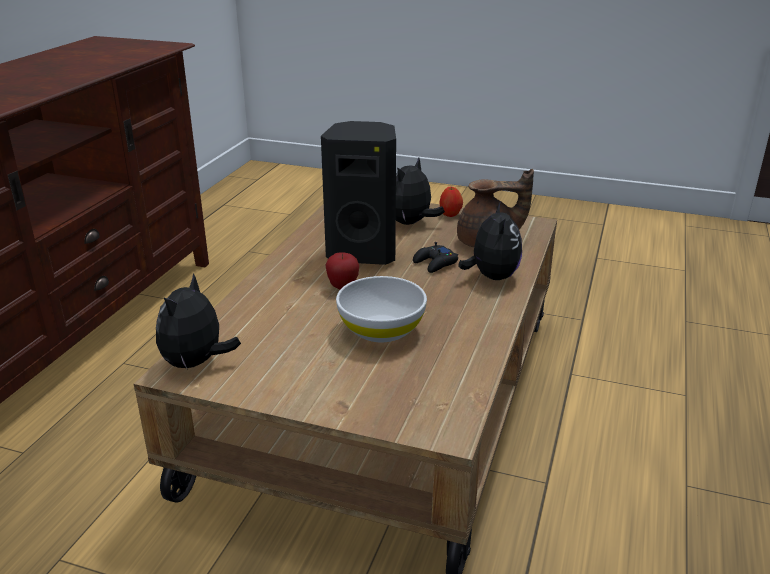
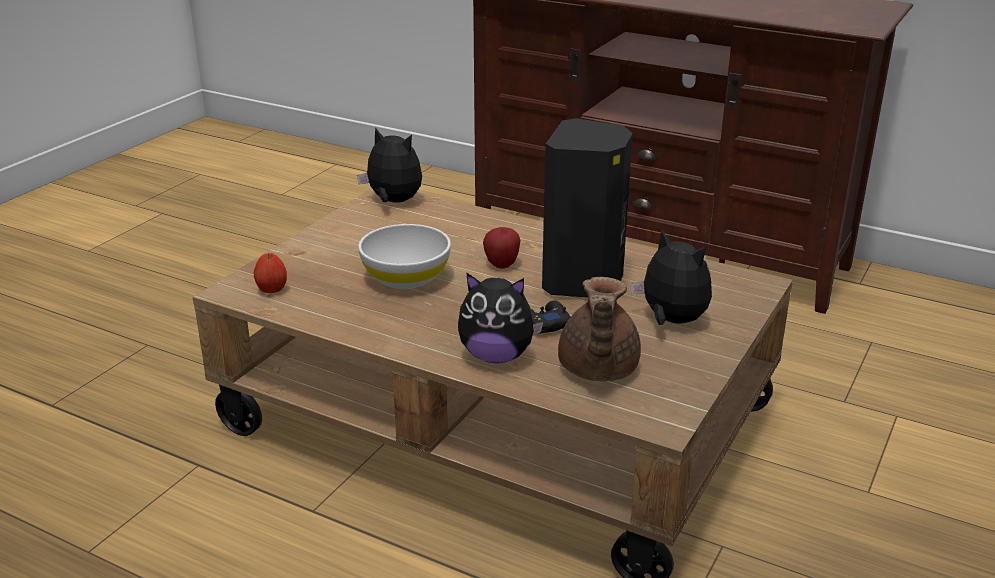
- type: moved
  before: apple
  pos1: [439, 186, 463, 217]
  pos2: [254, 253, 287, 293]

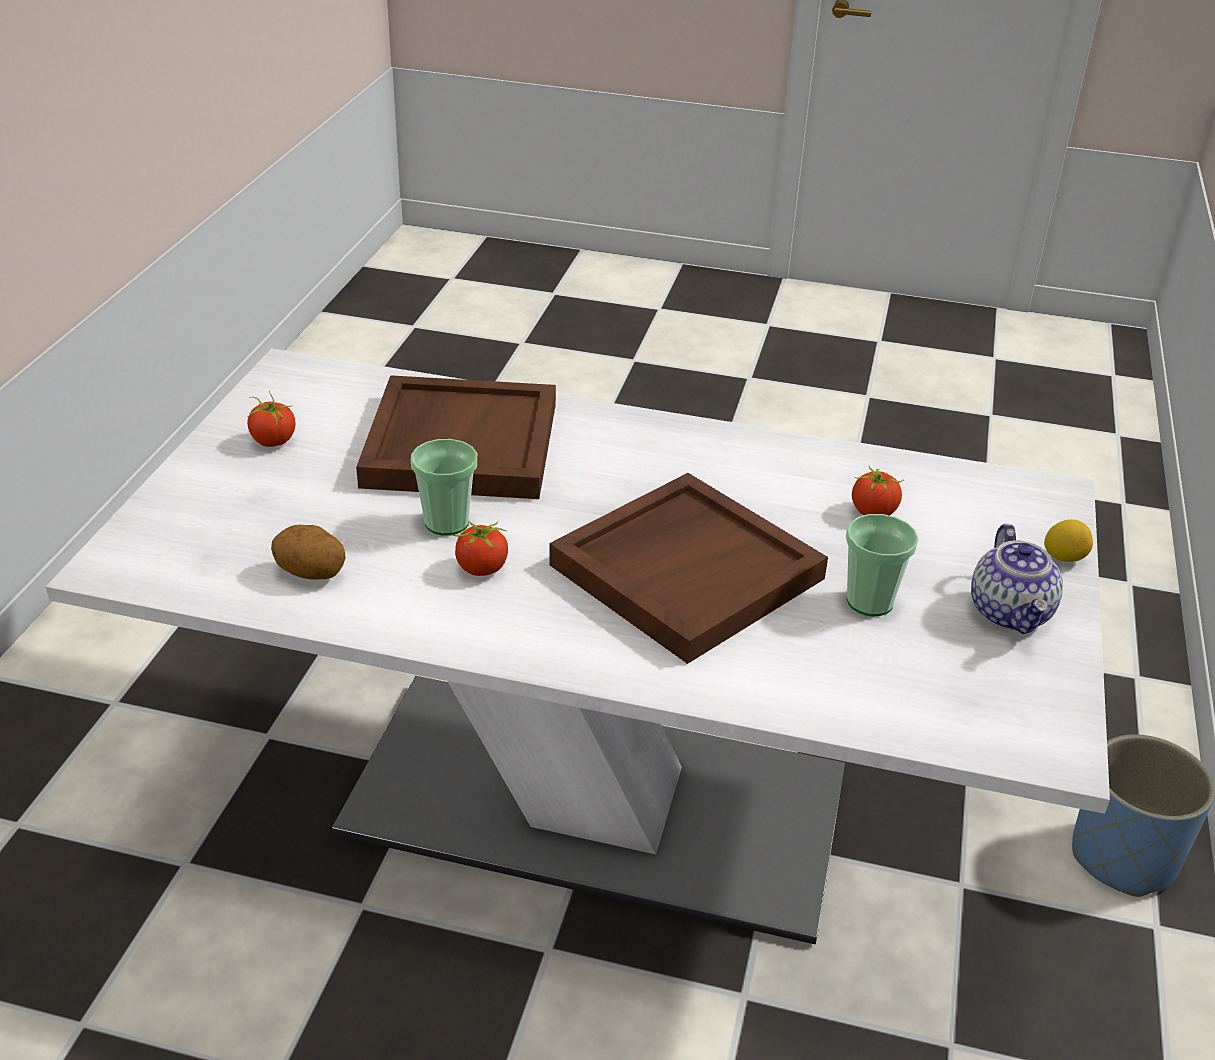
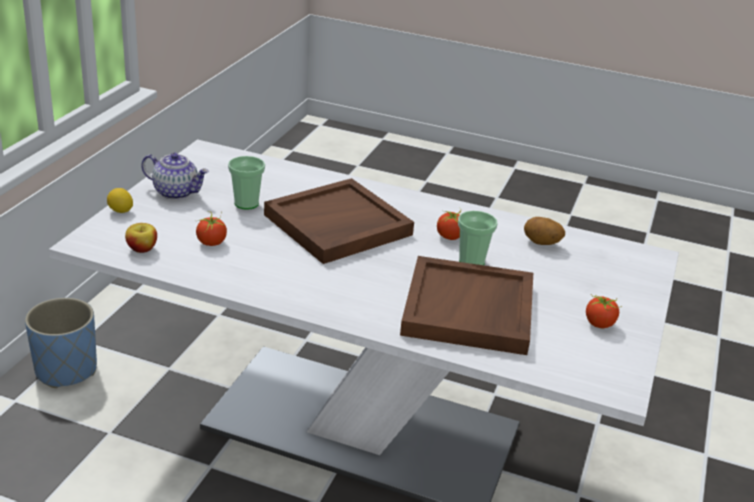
- type: turned
  before: teapot
  pos1: [971, 524, 1063, 634]
  pos2: [141, 153, 209, 200]
  turn: 105
- type: added
  after: apple
  pos2: [125, 223, 157, 253]

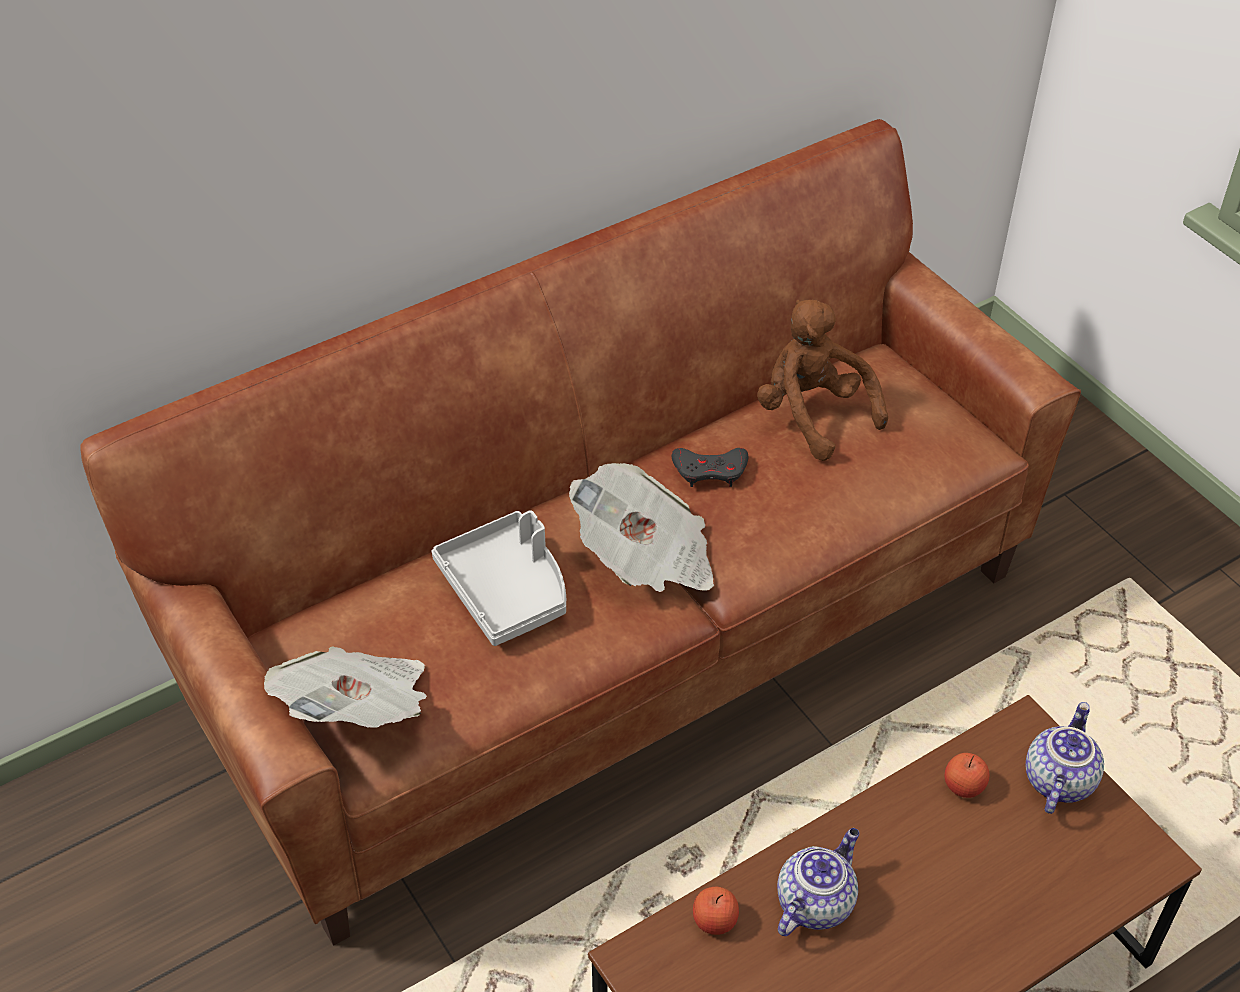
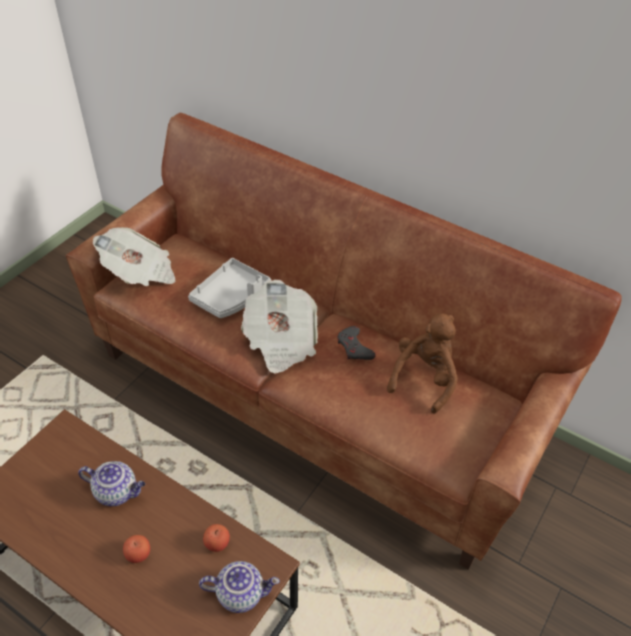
- type: moved
  before: apple
  pos1: [693, 887, 739, 935]
  pos2: [123, 535, 150, 563]

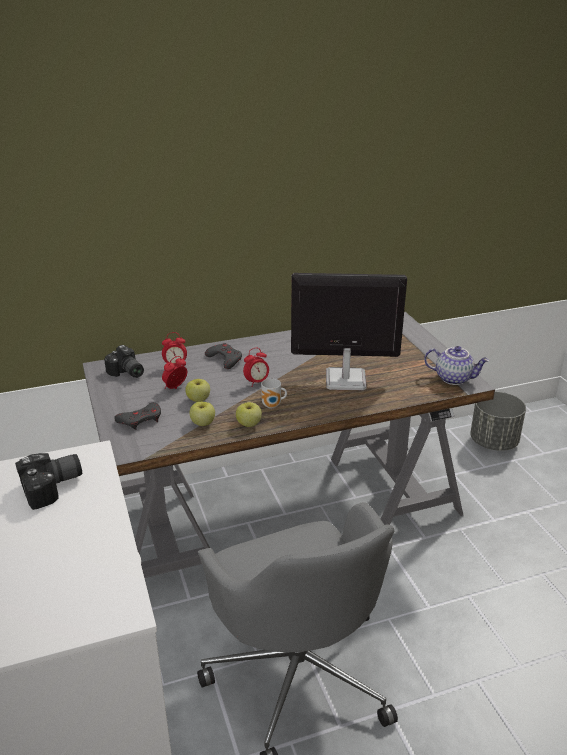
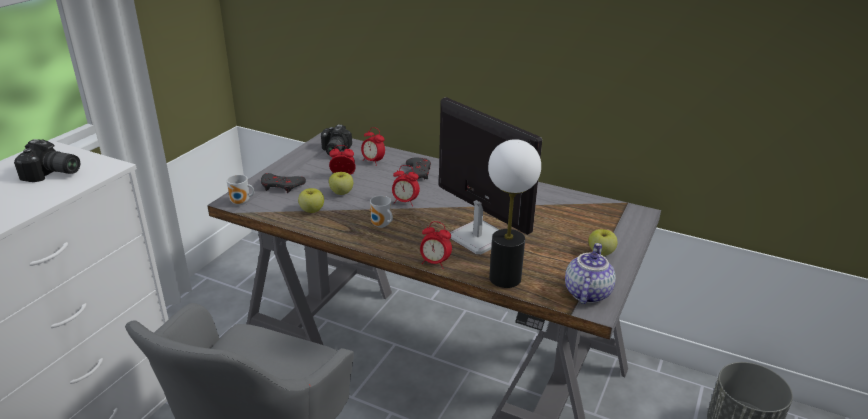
- type: turned
  before: teapot
  pos1: [424, 346, 489, 385]
  pos2: [565, 243, 616, 304]
  turn: -135
- type: moved
  before: apple
  pos1: [236, 402, 262, 427]
  pos2: [588, 229, 618, 256]
- type: added
  after: table lamp
  pos2: [488, 139, 541, 288]
- type: added
  after: mug
  pos2: [227, 175, 255, 205]
- type: added
  after: alarm clock
  pos2: [420, 221, 452, 269]

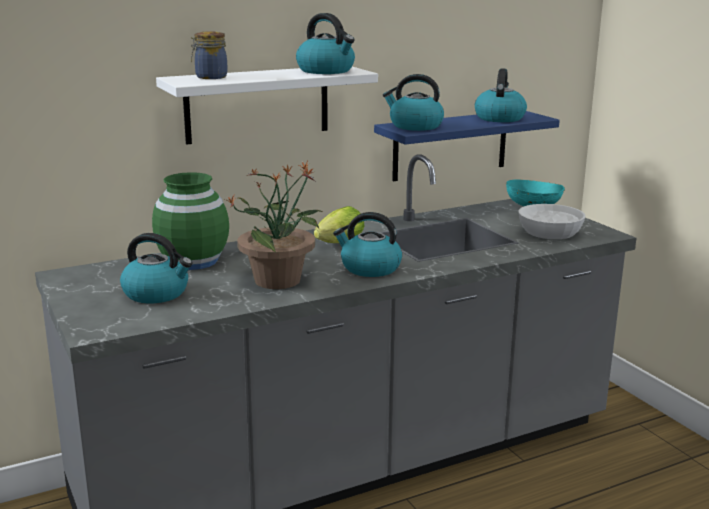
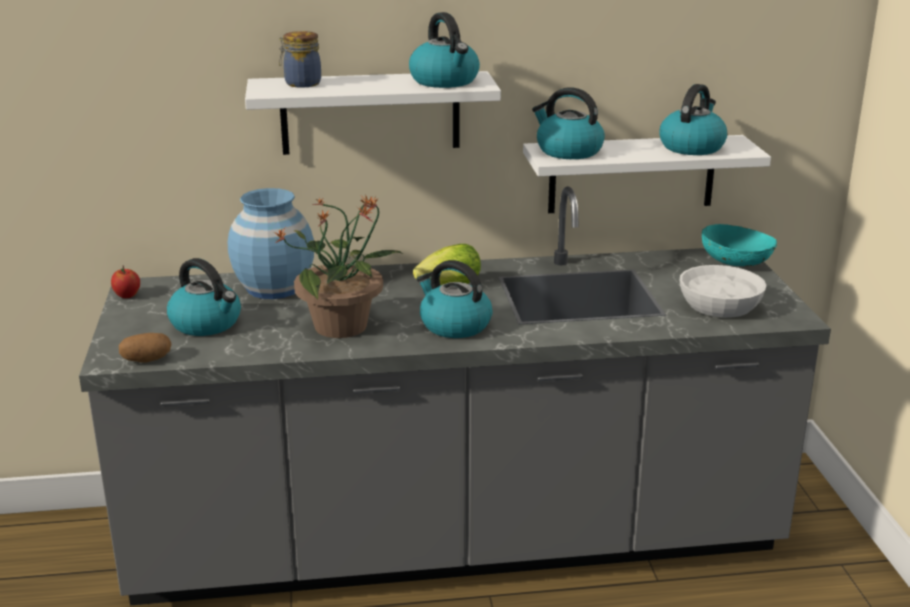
- type: recoloured
  before: blue shelf
  after: white shelf
  pos1: [374, 111, 560, 181]
  pos2: [523, 135, 771, 213]
- type: recoloured
  before: green vase
  after: blue vase
  pos1: [152, 172, 229, 270]
  pos2: [228, 188, 314, 299]
- type: added
  after: apple
  pos2: [111, 266, 140, 298]
- type: added
  after: potato
  pos2: [119, 333, 171, 362]

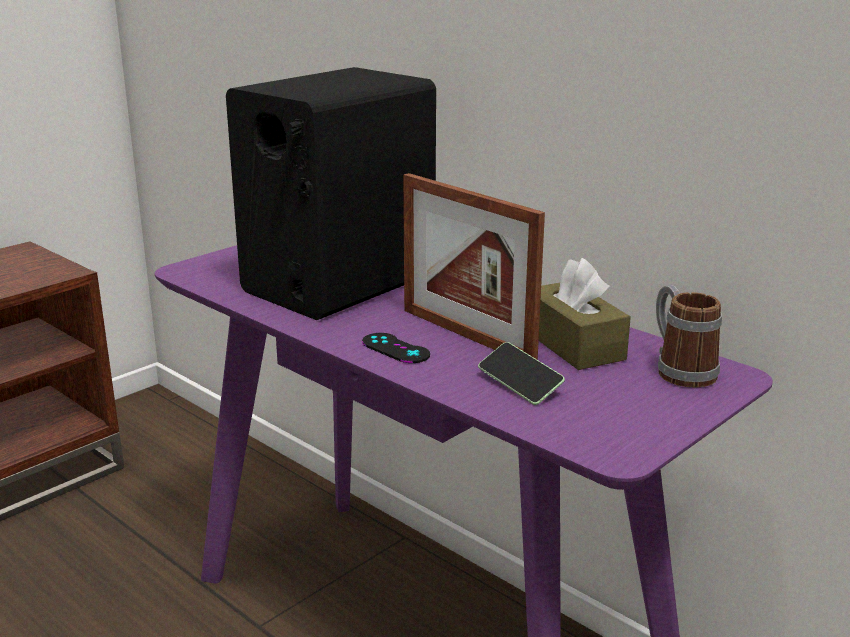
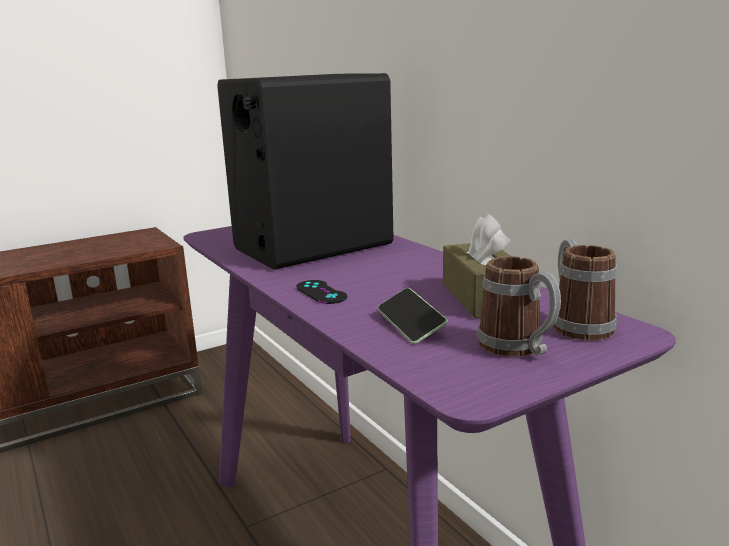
- type: removed
  before: picture frame
  pos1: [403, 173, 545, 360]
- type: added
  after: mug
  pos2: [477, 256, 561, 357]

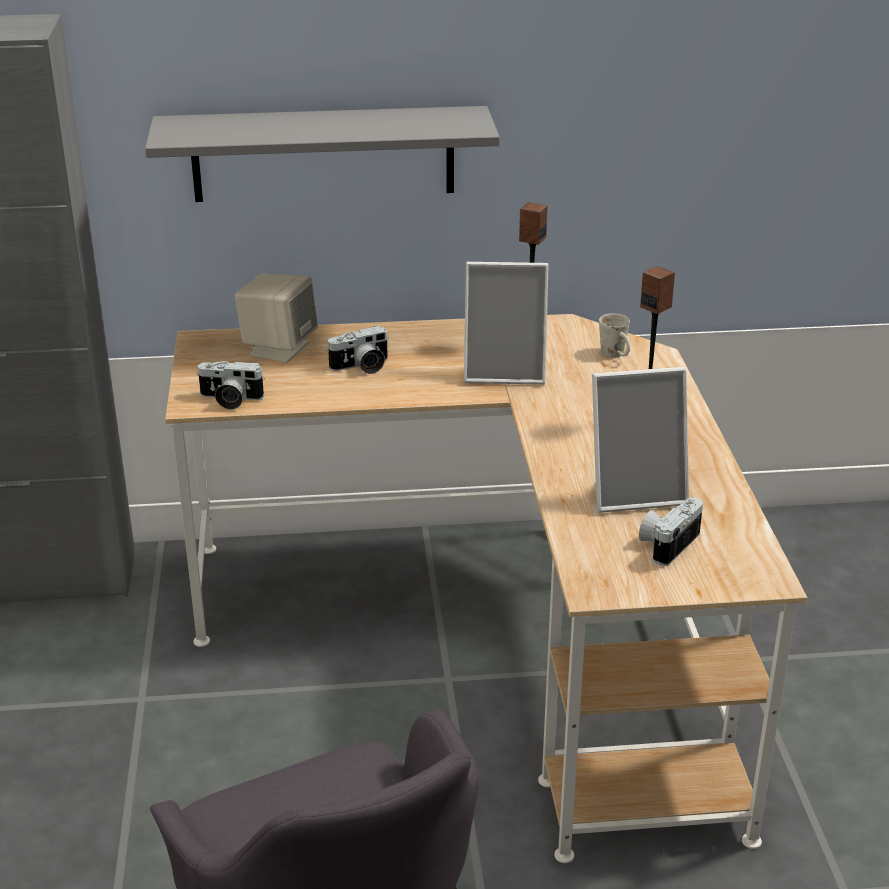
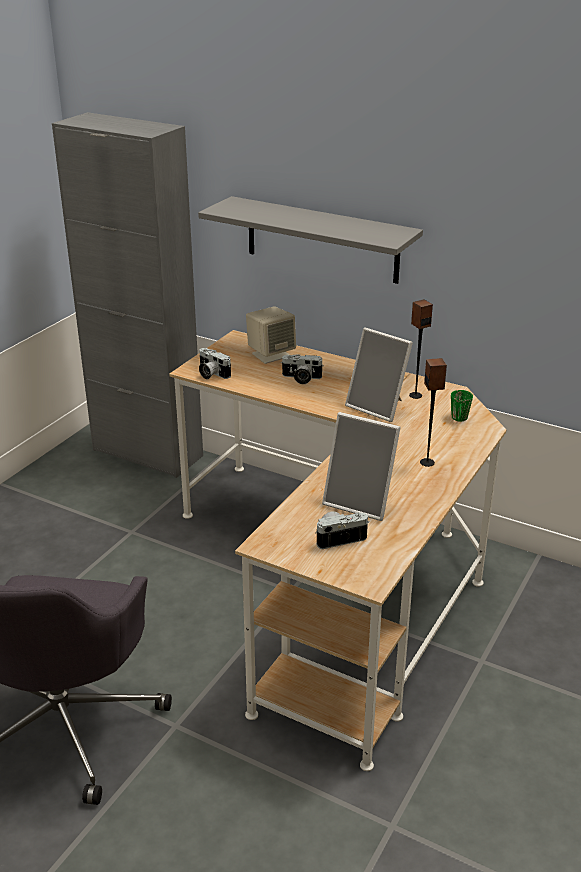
- type: recoloured
  before: white mug
  after: green mug
  pos1: [599, 313, 630, 358]
  pos2: [451, 390, 473, 422]

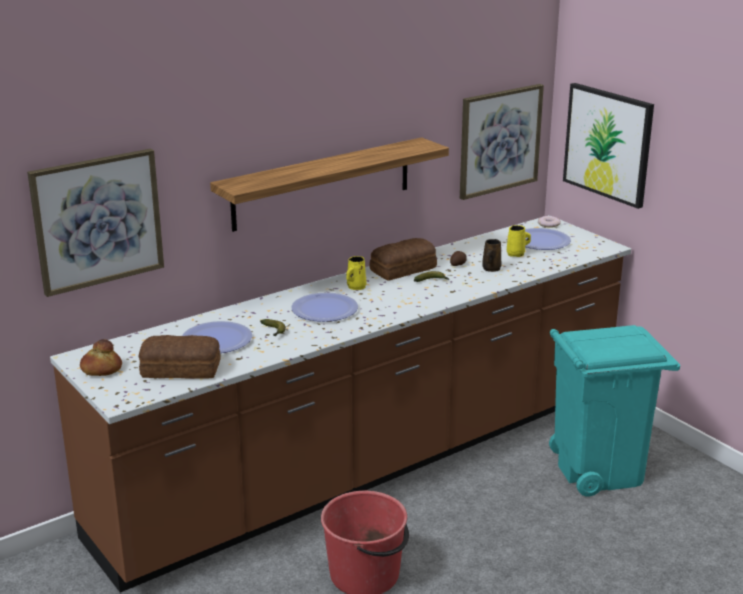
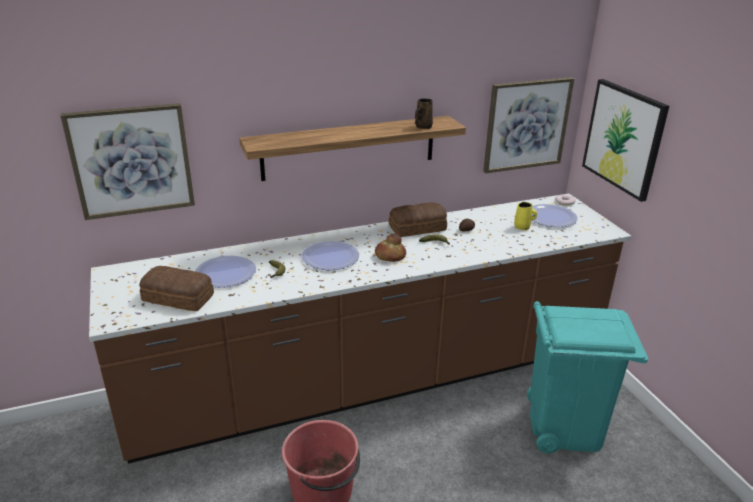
- type: moved
  before: brown mug
  pos1: [482, 239, 501, 272]
  pos2: [415, 98, 433, 129]
- type: removed
  before: yellow mug
  pos1: [346, 256, 367, 290]
- type: moved
  before: bread
  pos1: [80, 339, 122, 376]
  pos2: [375, 233, 406, 262]

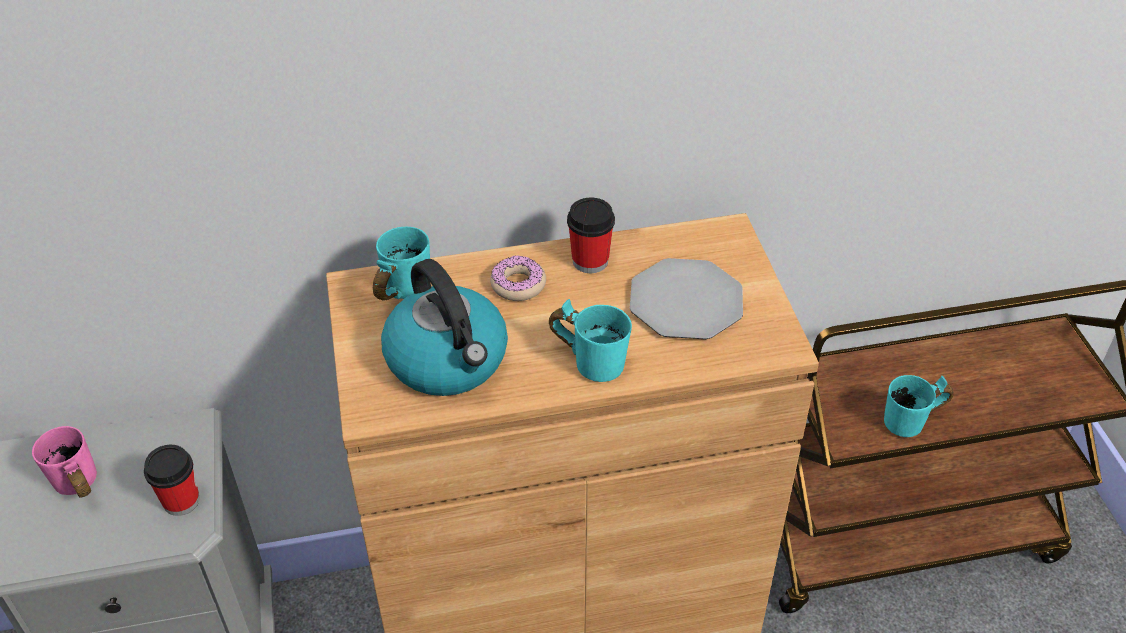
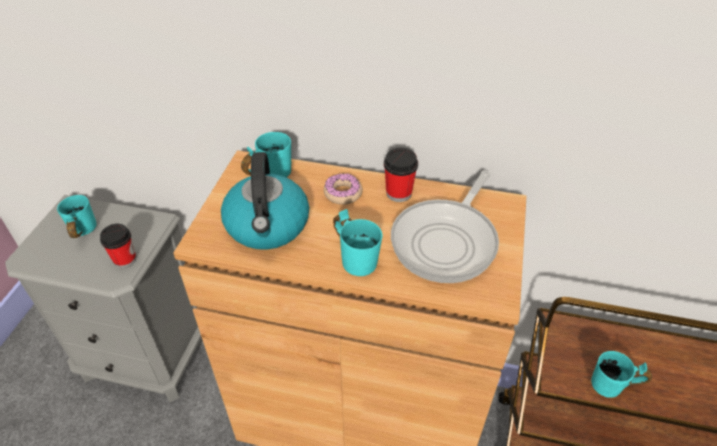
- type: replaced
  before: plate
  after: frying pan
  pos1: [630, 258, 743, 339]
  pos2: [391, 170, 499, 283]
- type: recoloured
  before: pink mug
  after: turquoise mug
  pos1: [32, 426, 97, 498]
  pos2: [57, 195, 97, 238]

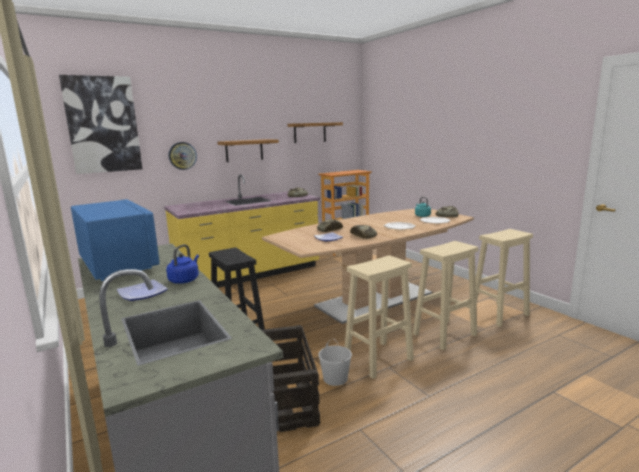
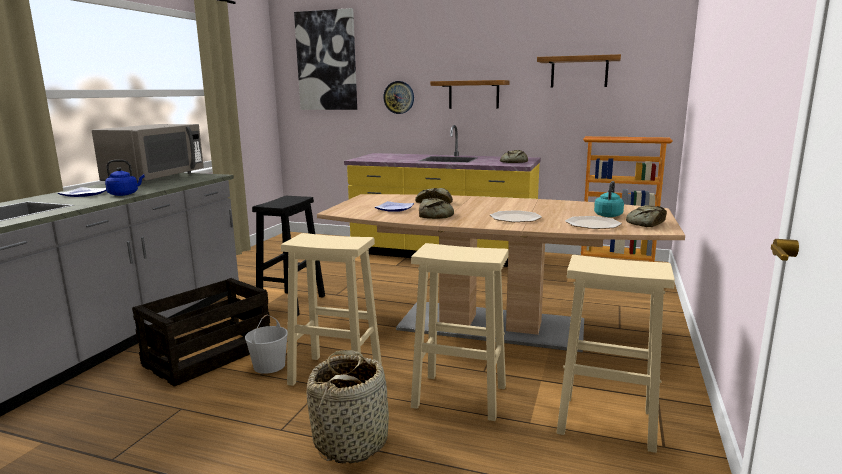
- type: recoloured
  before: blue microwave
  after: grey microwave
  pos1: [71, 199, 160, 281]
  pos2: [92, 124, 204, 183]
- type: added
  after: basket
  pos2: [307, 350, 389, 463]

